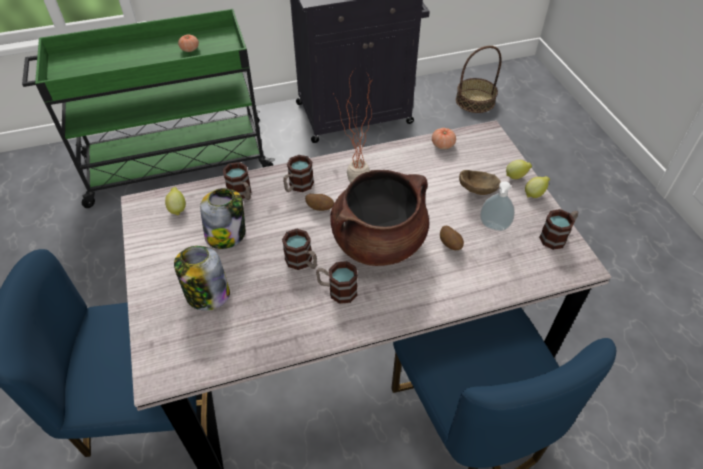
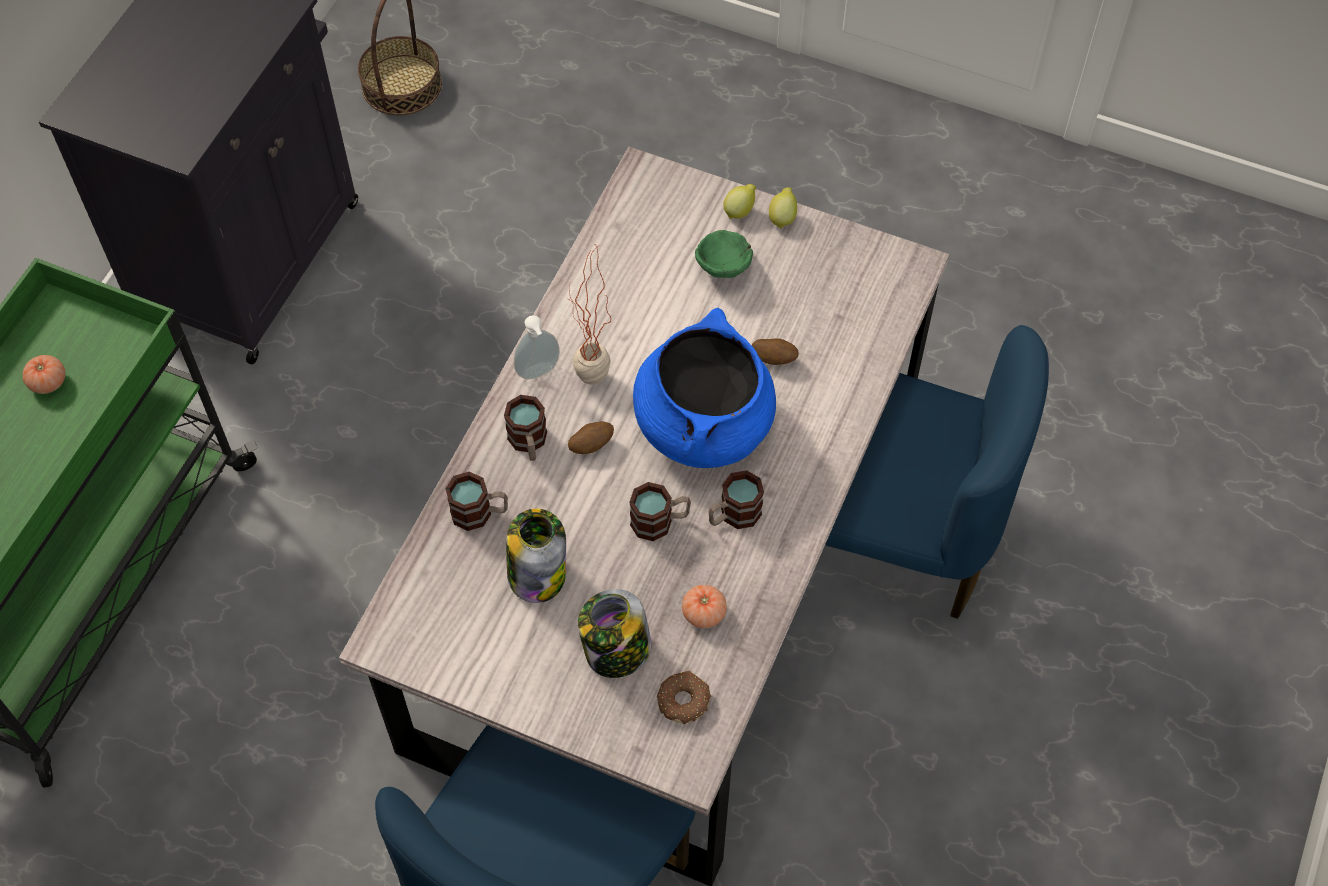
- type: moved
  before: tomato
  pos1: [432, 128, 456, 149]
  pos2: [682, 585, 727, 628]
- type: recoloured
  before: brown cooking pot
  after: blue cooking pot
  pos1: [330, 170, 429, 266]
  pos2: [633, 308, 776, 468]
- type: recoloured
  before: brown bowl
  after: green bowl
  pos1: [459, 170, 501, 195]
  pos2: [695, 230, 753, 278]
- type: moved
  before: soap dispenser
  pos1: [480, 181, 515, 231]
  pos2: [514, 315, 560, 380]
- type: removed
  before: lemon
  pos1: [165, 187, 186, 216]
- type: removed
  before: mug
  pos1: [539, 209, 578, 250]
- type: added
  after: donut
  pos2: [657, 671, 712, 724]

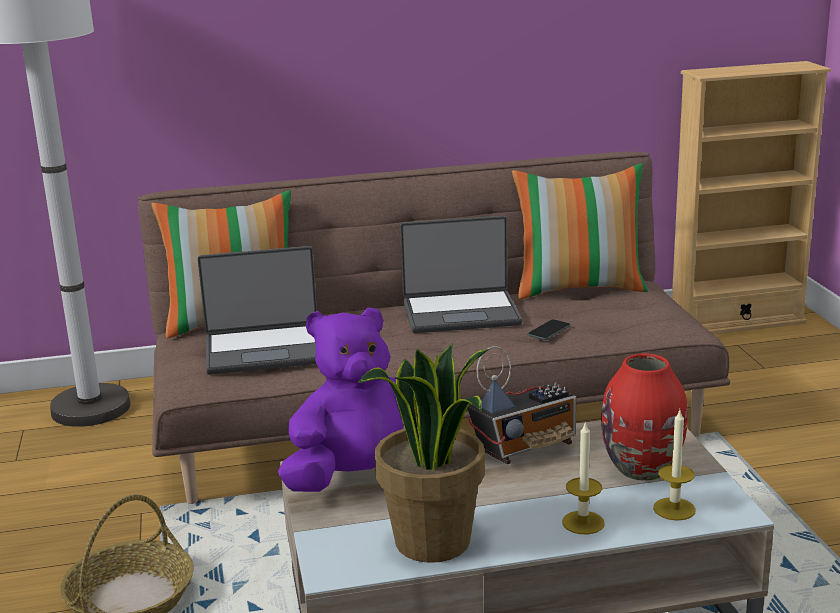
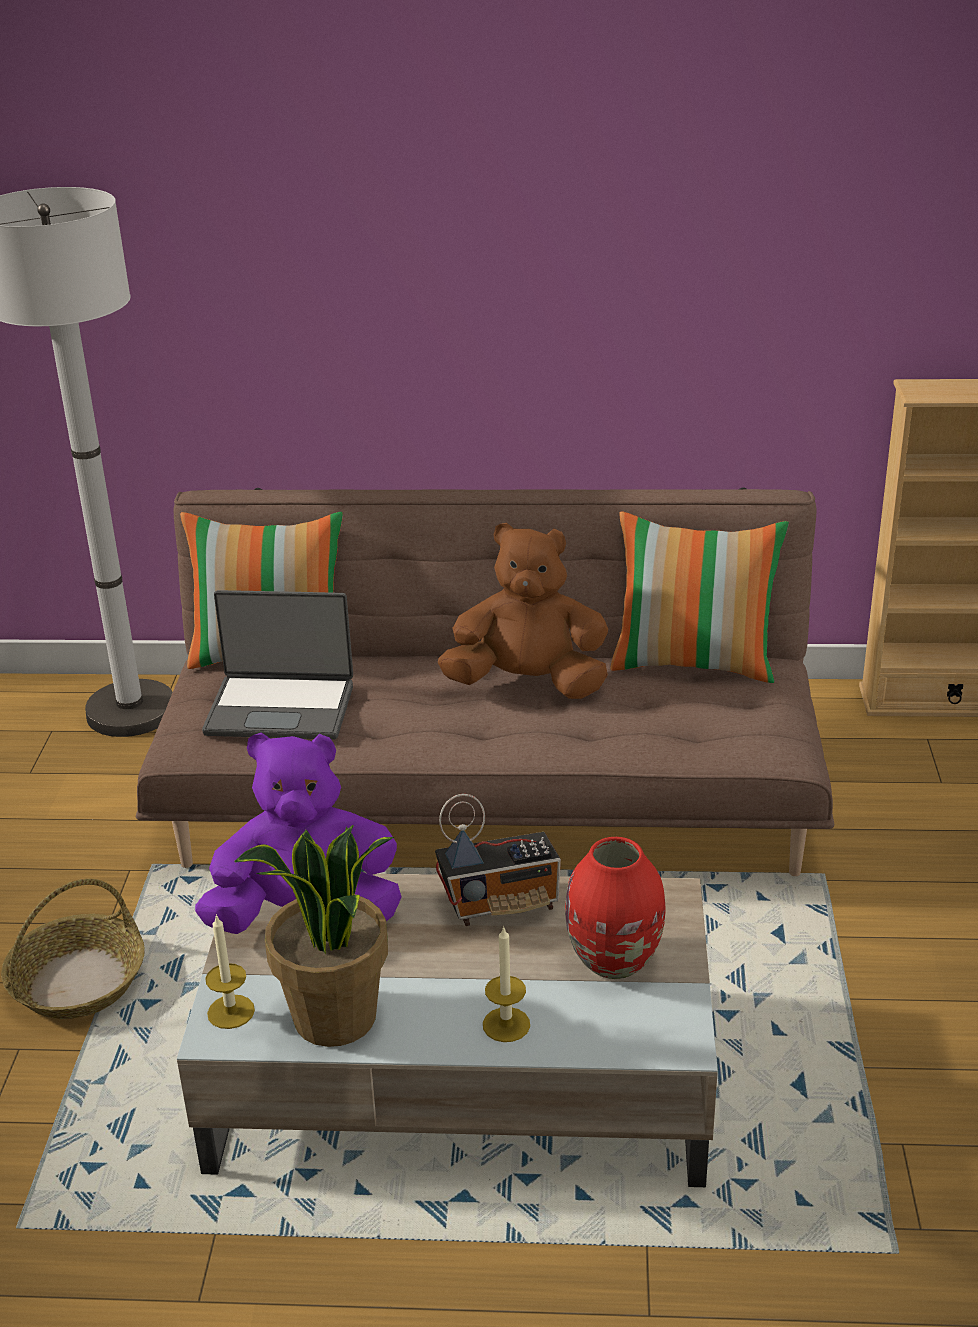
- type: replaced
  before: laptop
  after: brown plush toy
  pos1: [400, 216, 522, 333]
  pos2: [438, 522, 608, 699]
- type: removed
  before: phone
  pos1: [528, 319, 570, 340]
- type: moved
  before: candle
  pos1: [653, 410, 696, 521]
  pos2: [205, 914, 255, 1029]

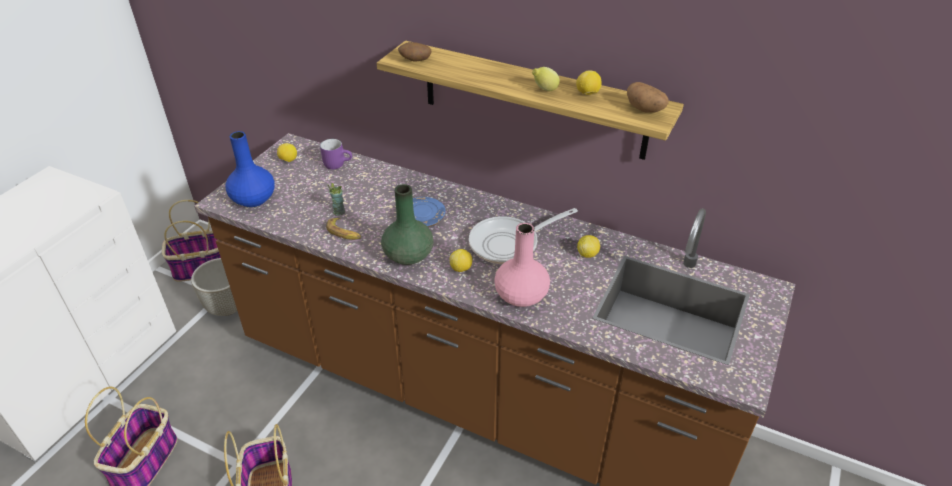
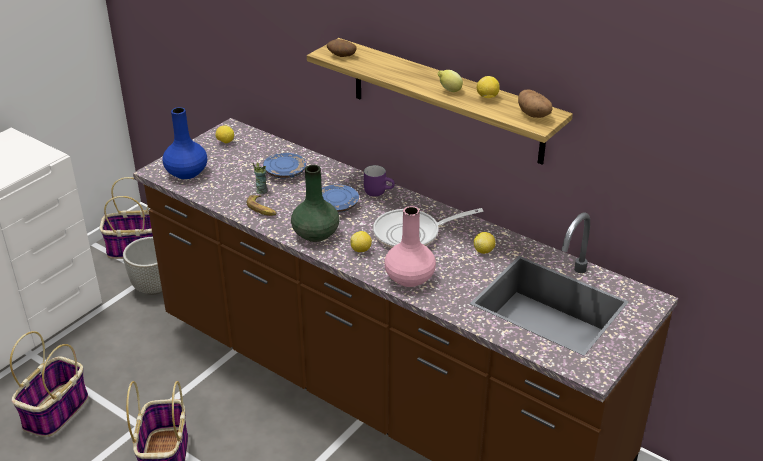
- type: moved
  before: purple mug
  pos1: [320, 139, 352, 169]
  pos2: [364, 165, 395, 196]
- type: added
  after: blue plate
  pos2: [263, 153, 306, 178]

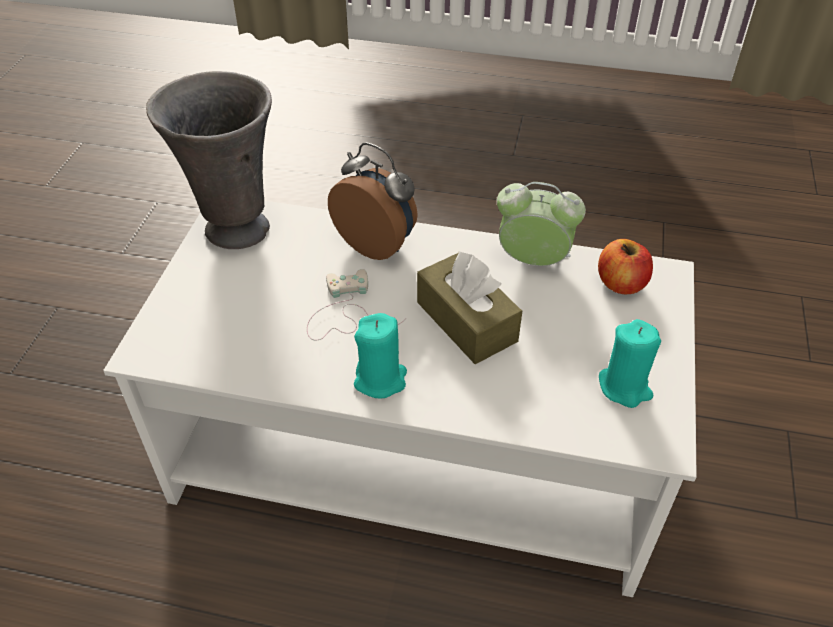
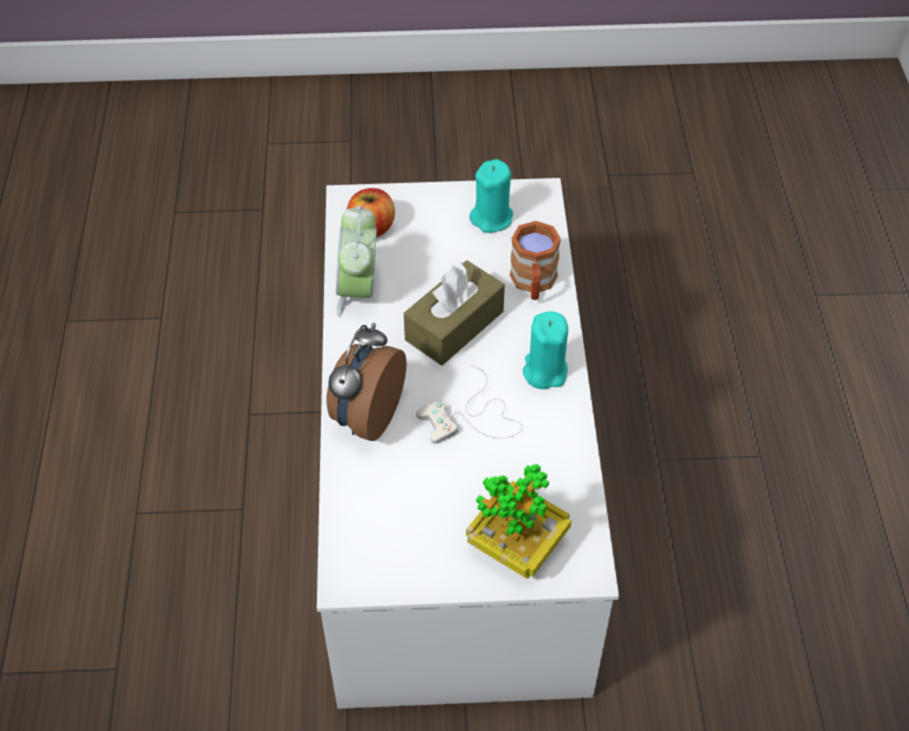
- type: removed
  before: grey vase
  pos1: [146, 71, 272, 249]
- type: added
  after: brown mug
  pos2: [510, 221, 561, 300]
- type: added
  after: potted plant
  pos2: [466, 464, 571, 579]

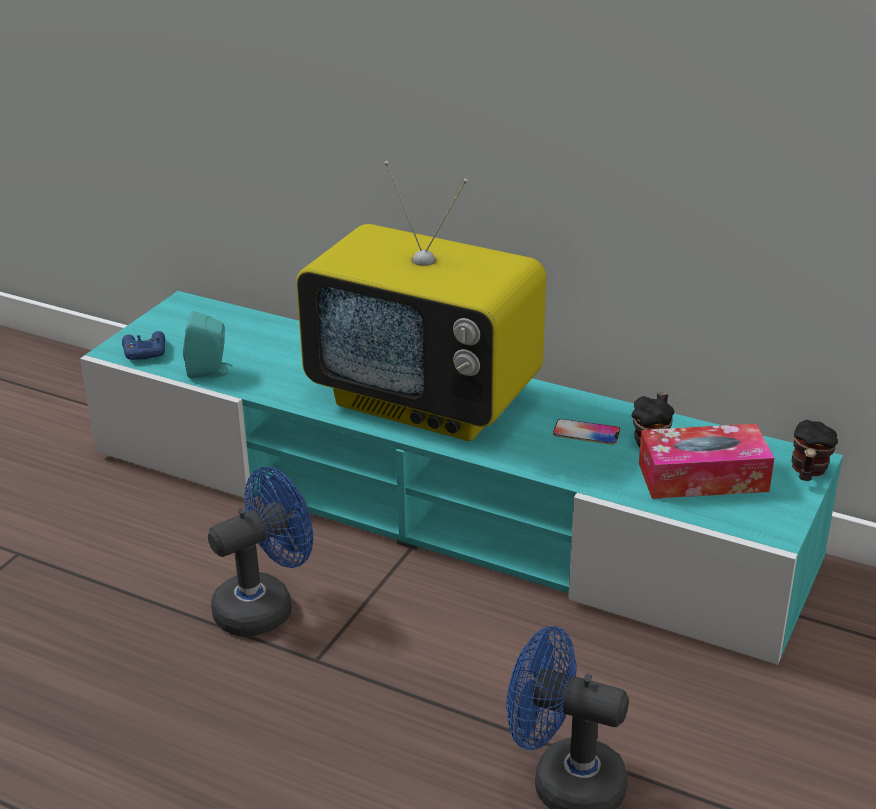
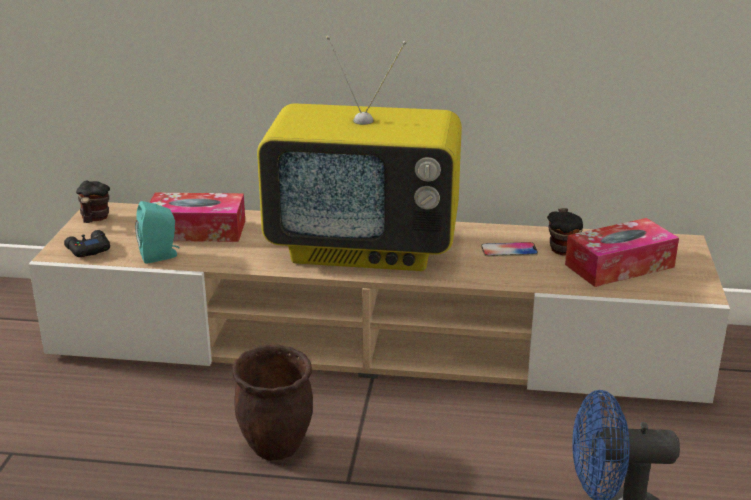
- type: recoloured
  before: turquoise tv stand
  after: beige tv stand
  pos1: [80, 291, 843, 665]
  pos2: [28, 202, 730, 403]
- type: recoloured
  before: blue game controller
  after: black game controller
  pos1: [122, 331, 165, 360]
  pos2: [64, 230, 110, 257]
- type: moved
  before: mug
  pos1: [791, 420, 838, 481]
  pos2: [76, 181, 110, 223]
- type: replaced
  before: blue fan
  after: brown planter
  pos1: [208, 467, 313, 636]
  pos2: [232, 345, 313, 460]
- type: added
  after: tissue box
  pos2: [149, 193, 245, 242]

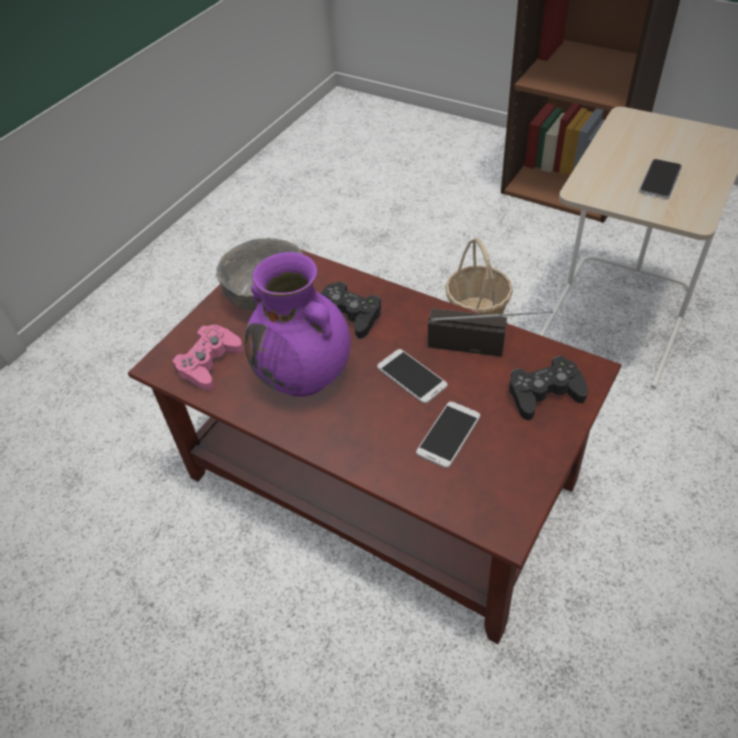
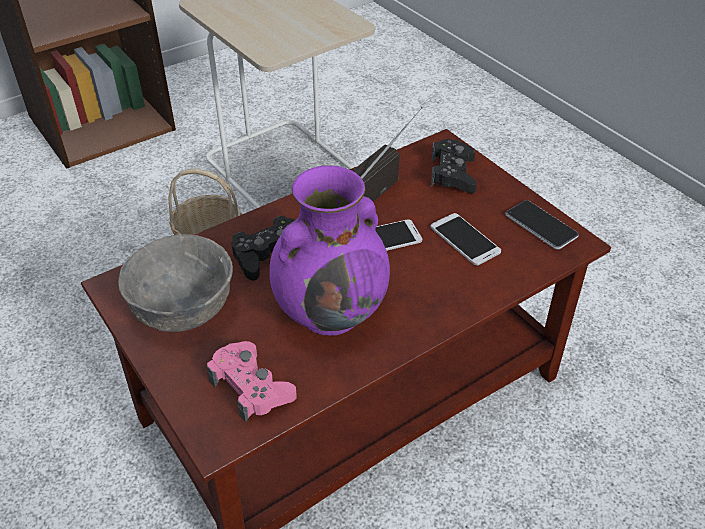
- type: moved
  before: phone
  pos1: [639, 159, 682, 199]
  pos2: [506, 200, 579, 250]

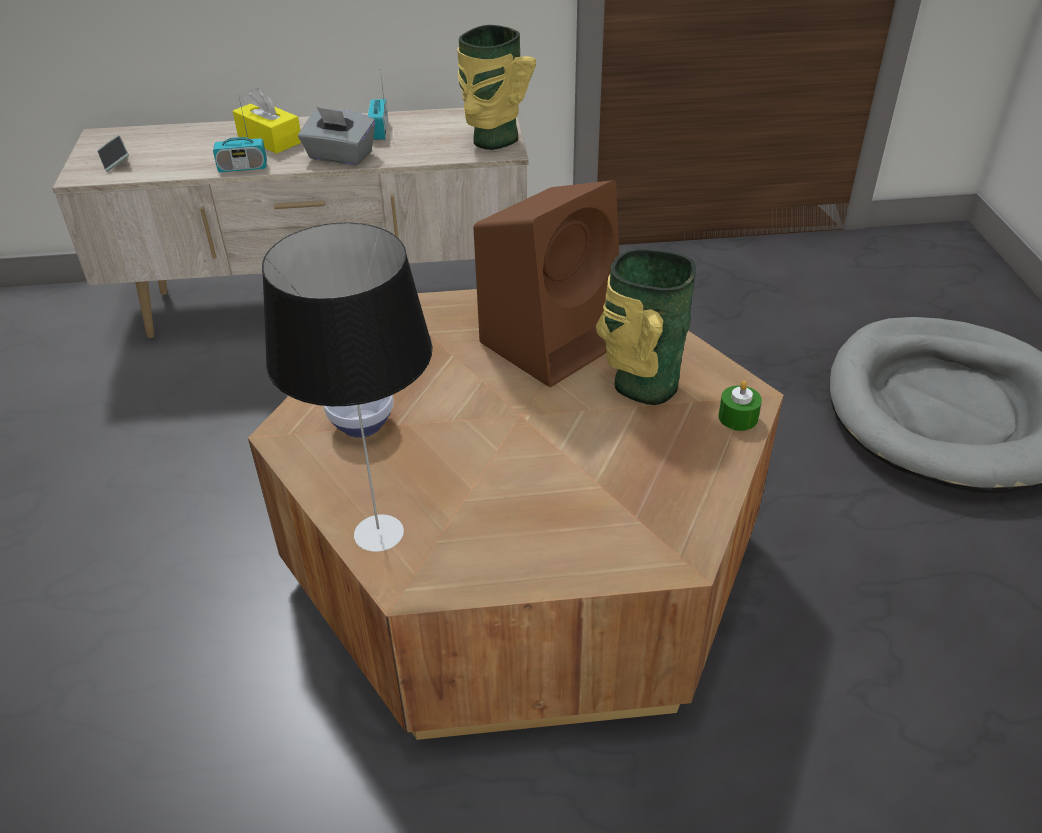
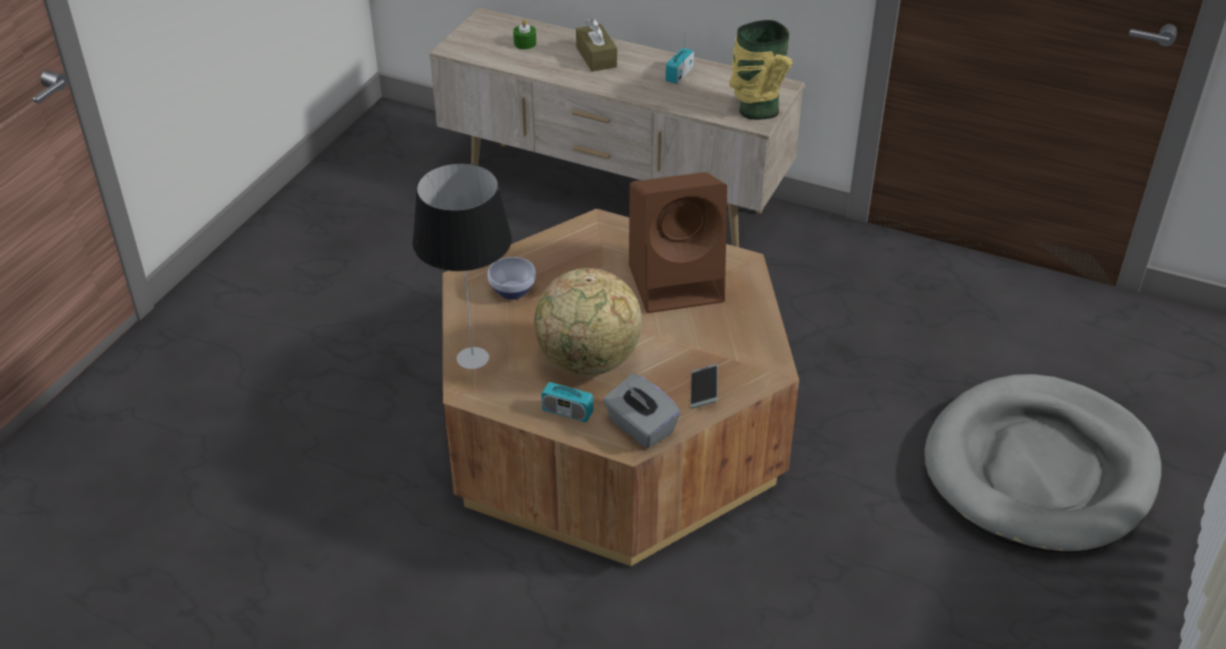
- type: recoloured
  before: yellow tissue box
  after: brown tissue box
  pos1: [233, 88, 301, 154]
  pos2: [576, 18, 617, 72]
- type: moved
  before: radio
  pos1: [213, 94, 267, 173]
  pos2: [541, 367, 593, 422]
- type: moved
  before: grey tissue box
  pos1: [298, 107, 375, 166]
  pos2: [603, 373, 681, 449]
- type: moved
  before: phone
  pos1: [97, 135, 129, 172]
  pos2: [691, 364, 718, 409]
- type: removed
  before: vase
  pos1: [596, 249, 696, 405]
- type: moved
  before: green candle
  pos1: [719, 381, 762, 431]
  pos2: [513, 19, 536, 49]
- type: added
  after: globe
  pos2: [534, 268, 642, 376]

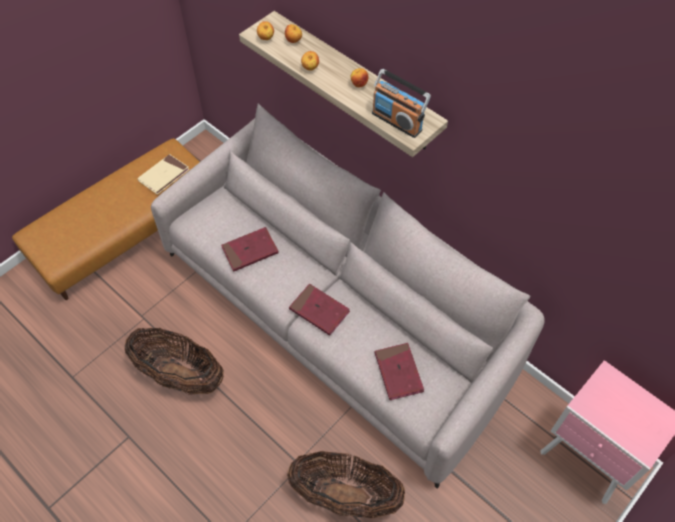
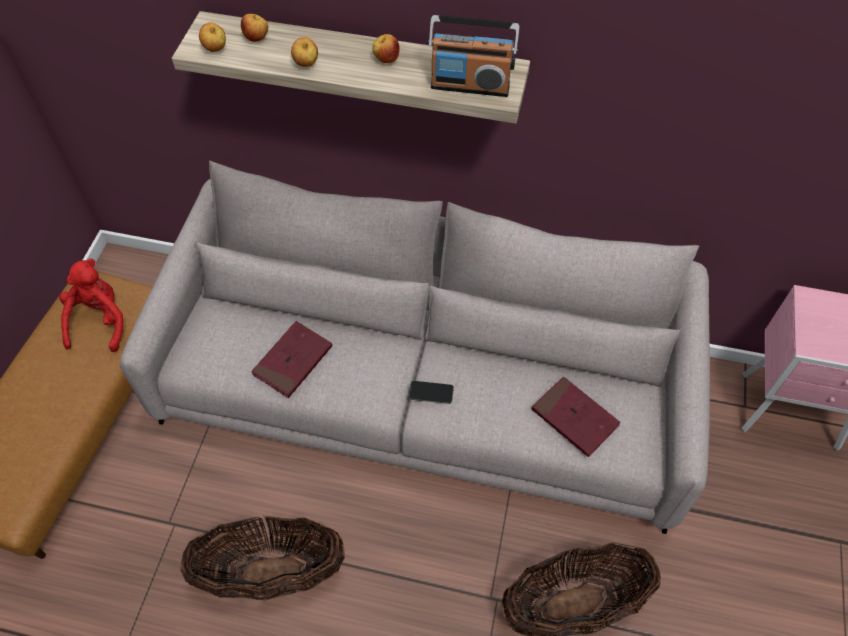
- type: replaced
  before: beige book
  after: red plush toy
  pos1: [137, 154, 189, 195]
  pos2: [59, 258, 123, 352]
- type: replaced
  before: red book
  after: phone
  pos1: [289, 284, 350, 336]
  pos2: [409, 381, 454, 404]

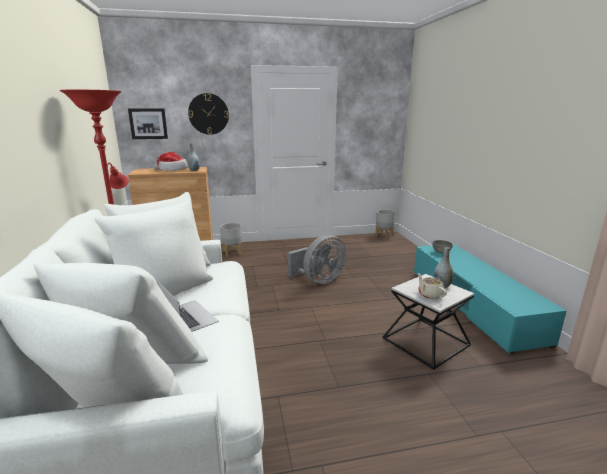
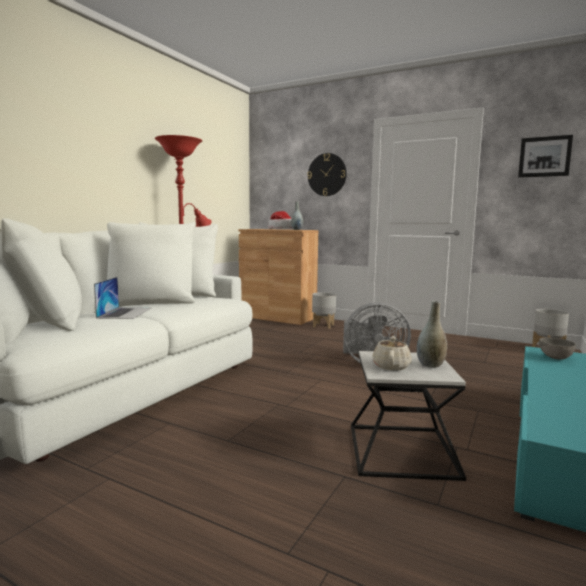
- type: moved
  before: picture
  pos1: [128, 108, 168, 139]
  pos2: [518, 135, 573, 178]

